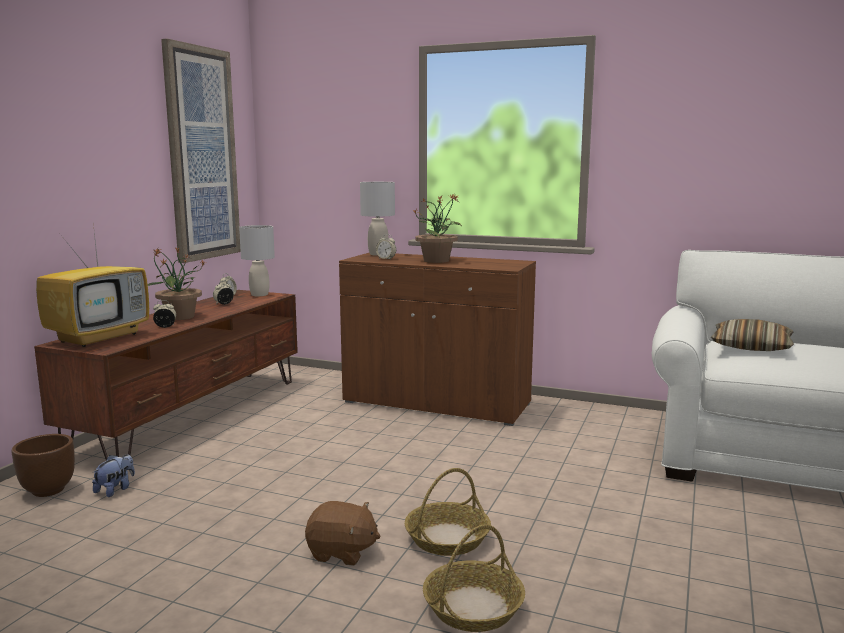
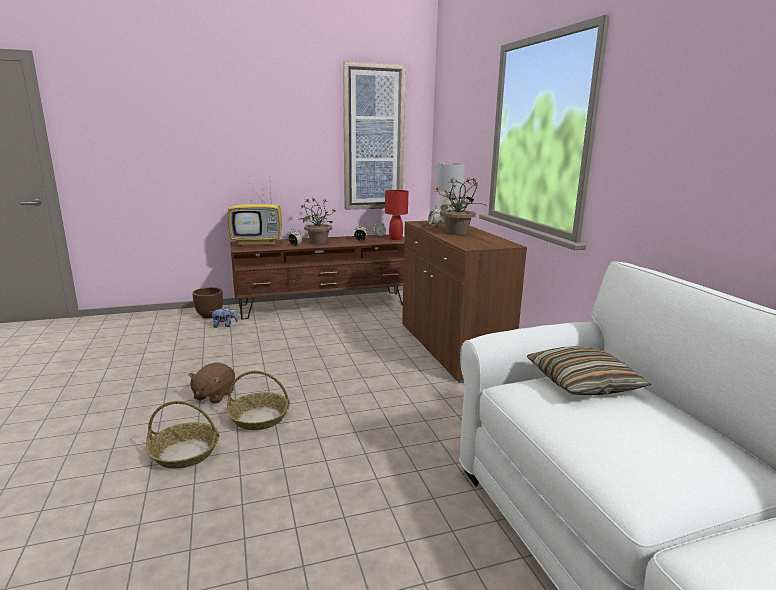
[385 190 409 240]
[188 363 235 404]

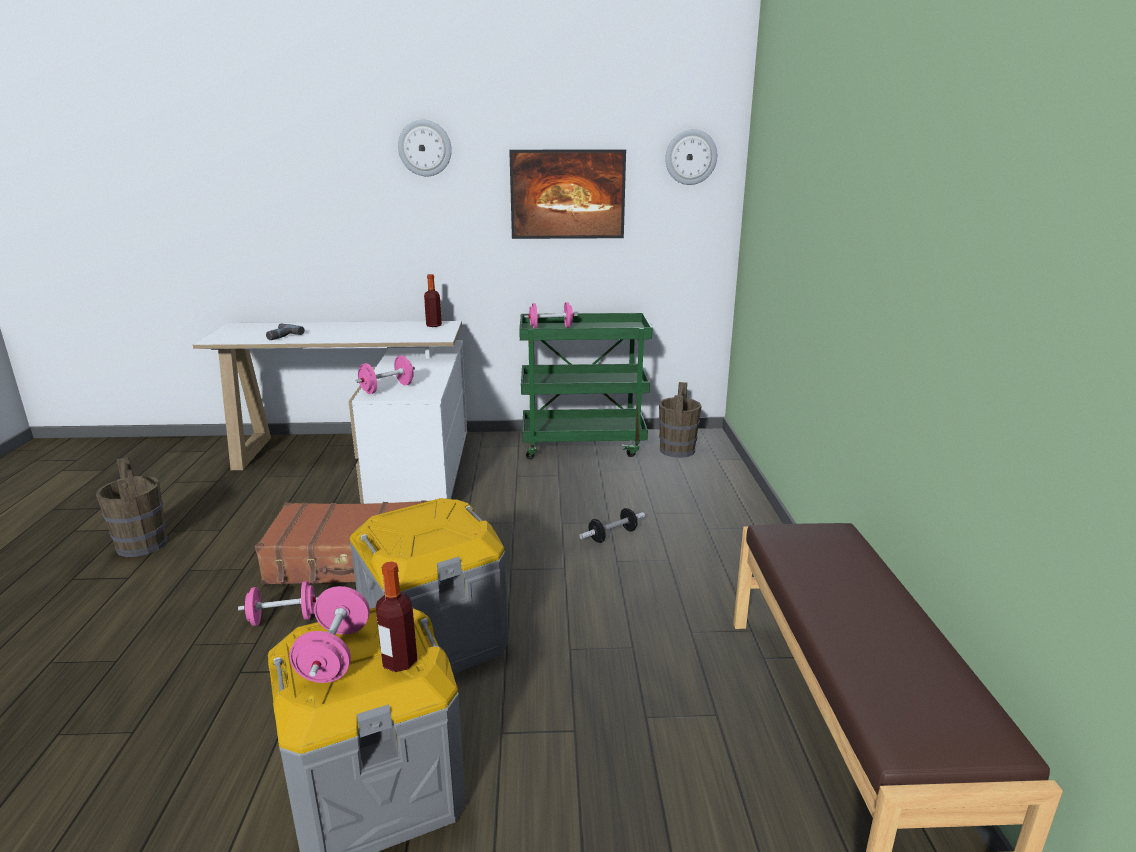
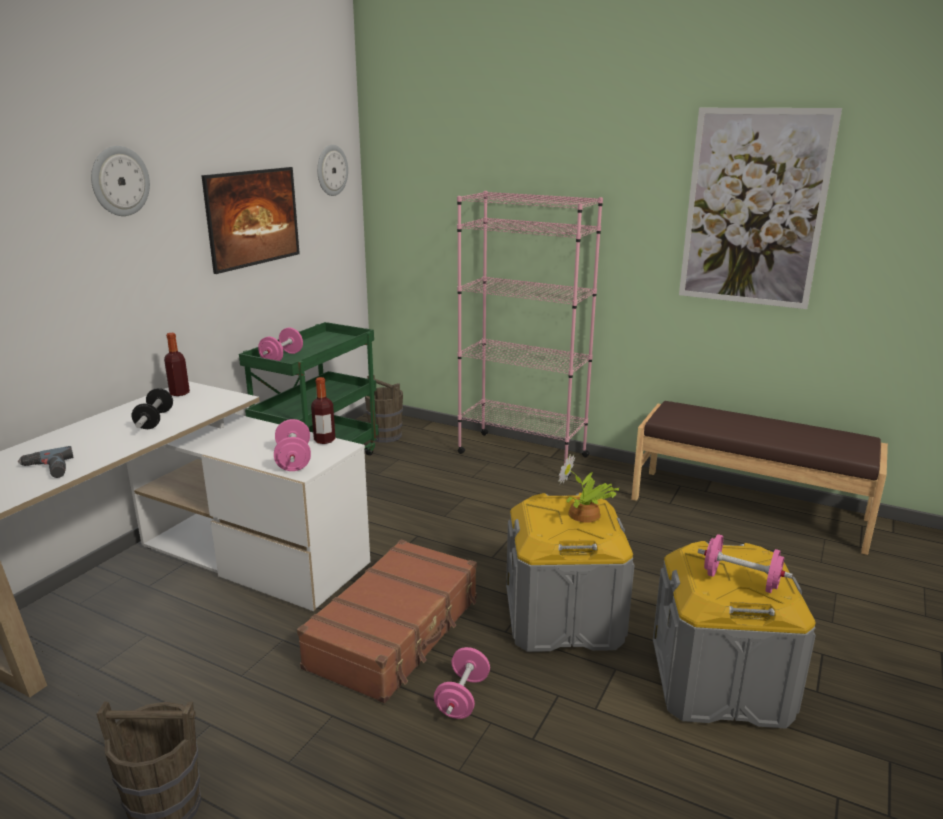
[132 388 173 429]
[311 377 335 444]
[679 108 842 309]
[457 191 603 478]
[558 454 620 523]

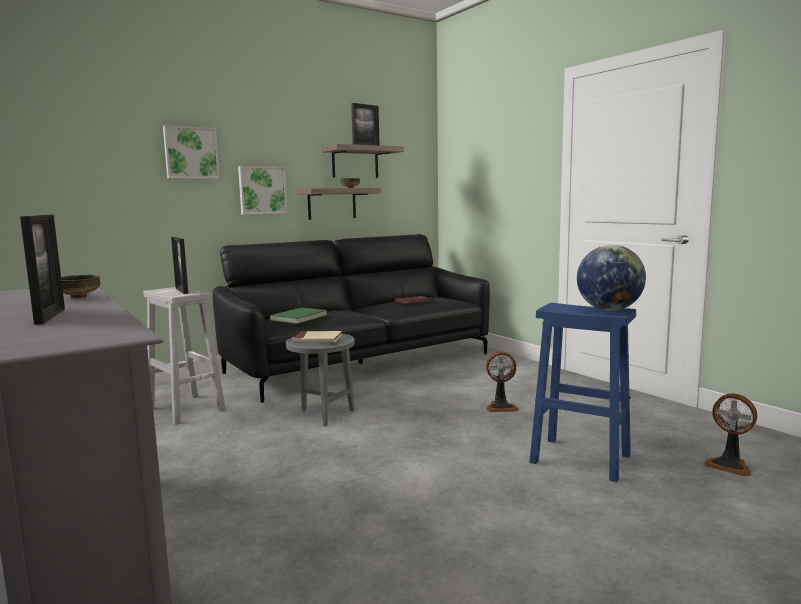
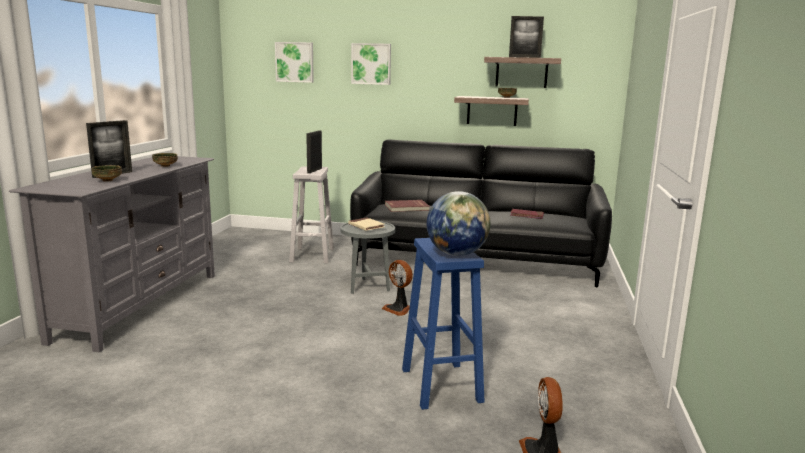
[275 42 314 83]
[385 200 429 212]
[382 260 413 316]
[91 165 122 181]

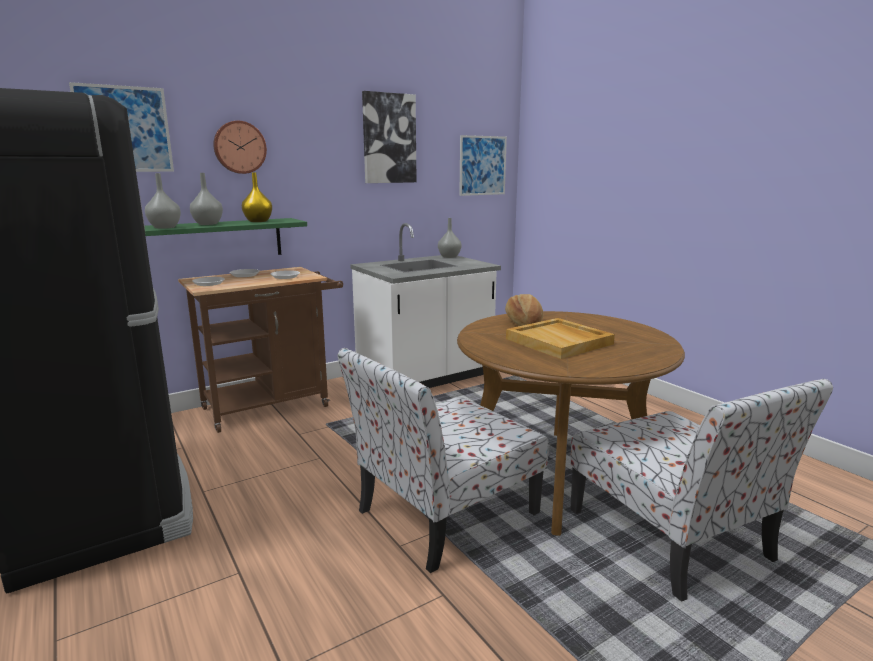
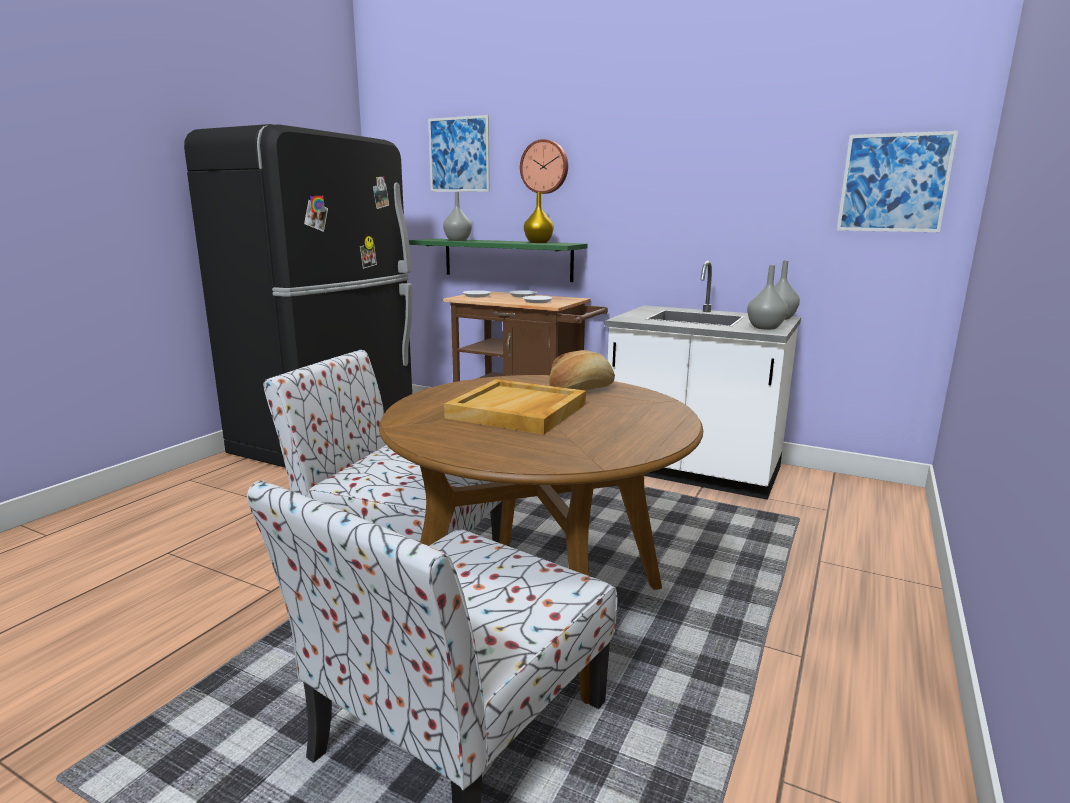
[362 91 417 183] (first image)
[747 265 788 330]

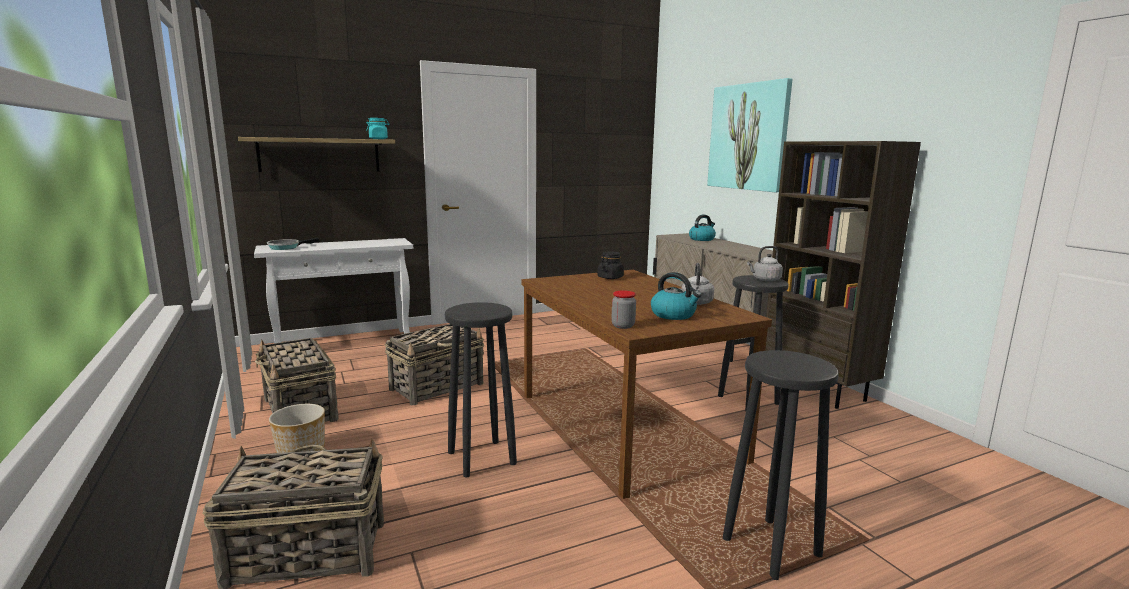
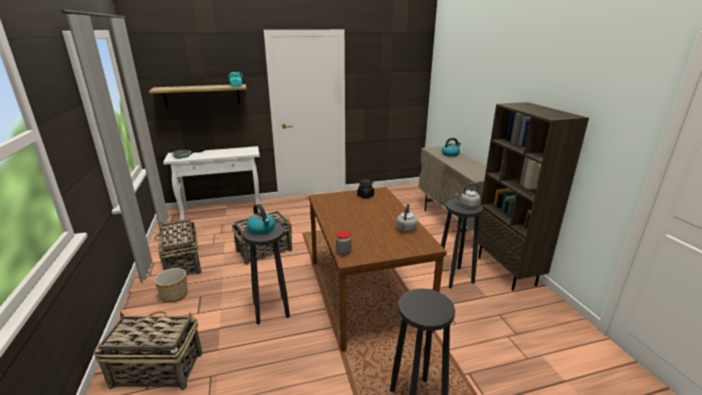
[707 78 792 192] (first image)
[247 204 275 234]

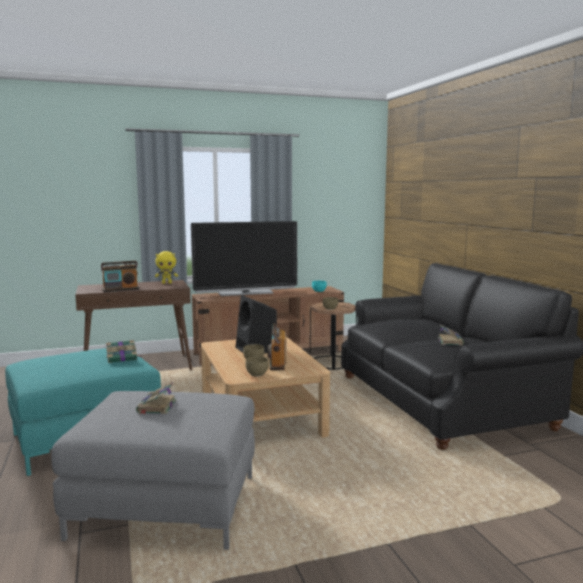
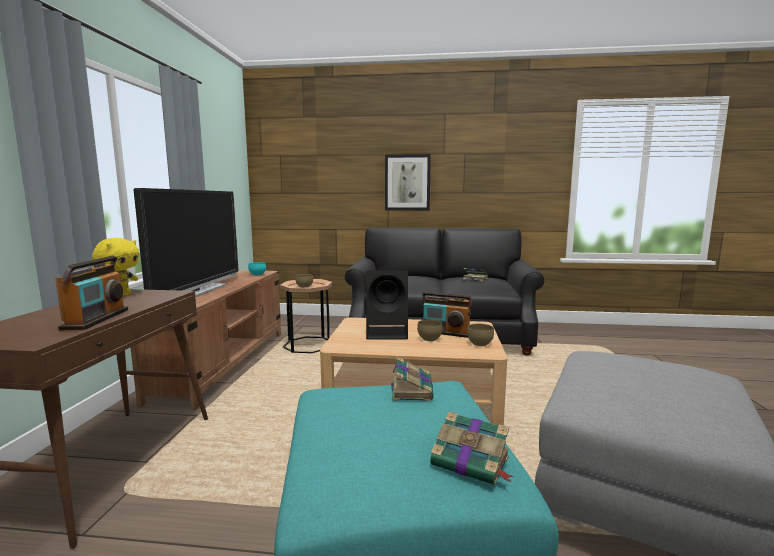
[430 412 514 485]
[385 154 431 211]

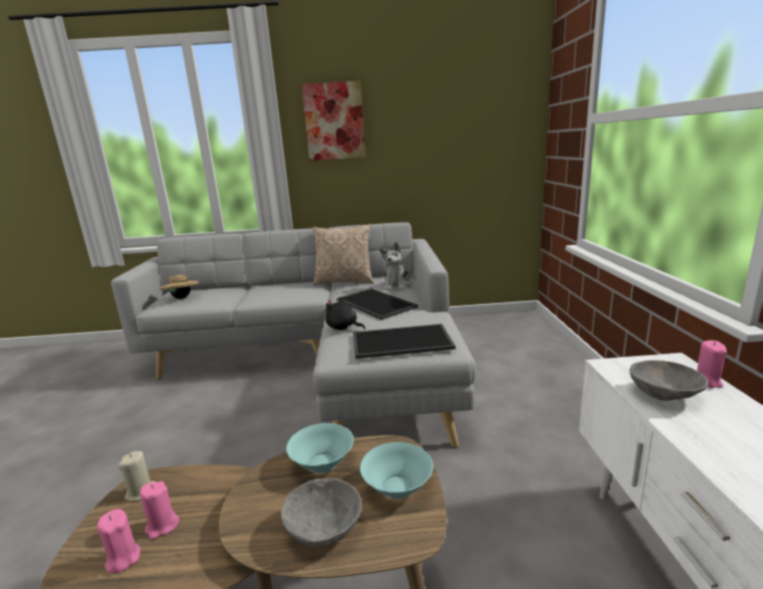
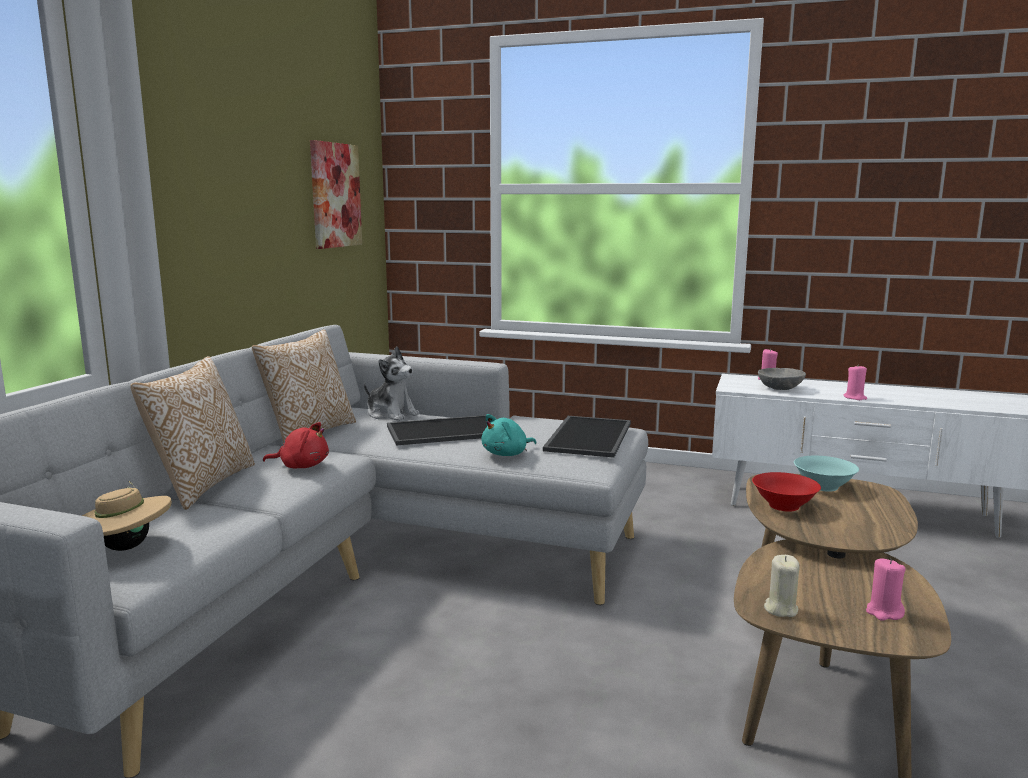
[310 140 362 249]
[481 414 536 456]
[752 472 821 512]
[281 478 362 547] (first image)
[844 364 867 400]
[130 356 255 510]
[263 422 329 468]

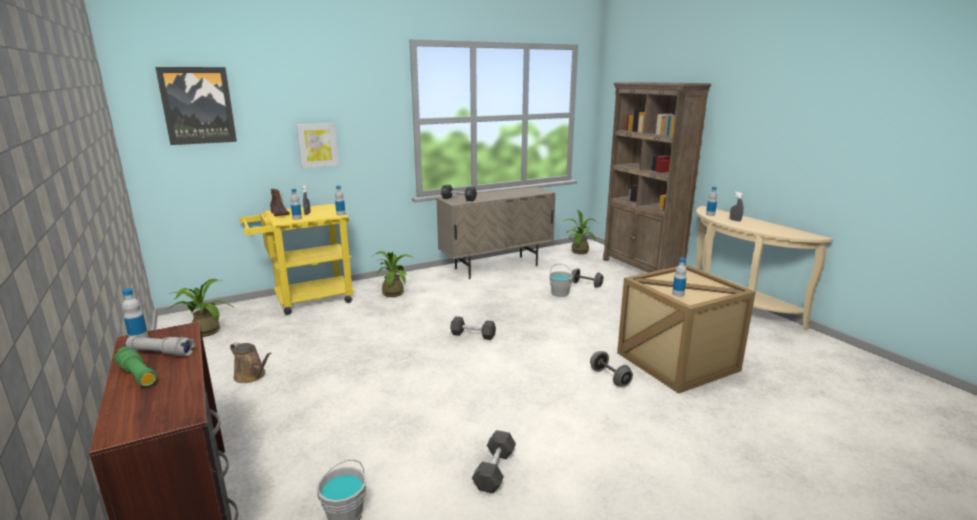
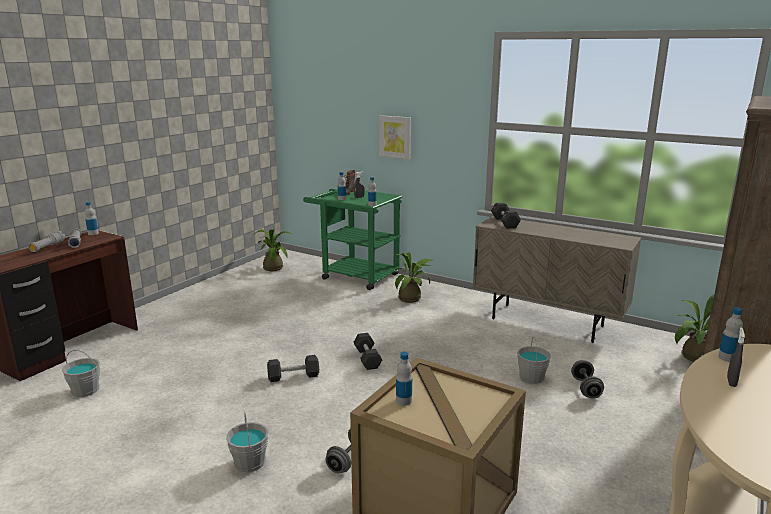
[155 67 237 145] (first image)
[303 189 402 290]
[230 342 272 383] (first image)
[29 231 65 252]
[267 355 319 382]
[226 412 269 472]

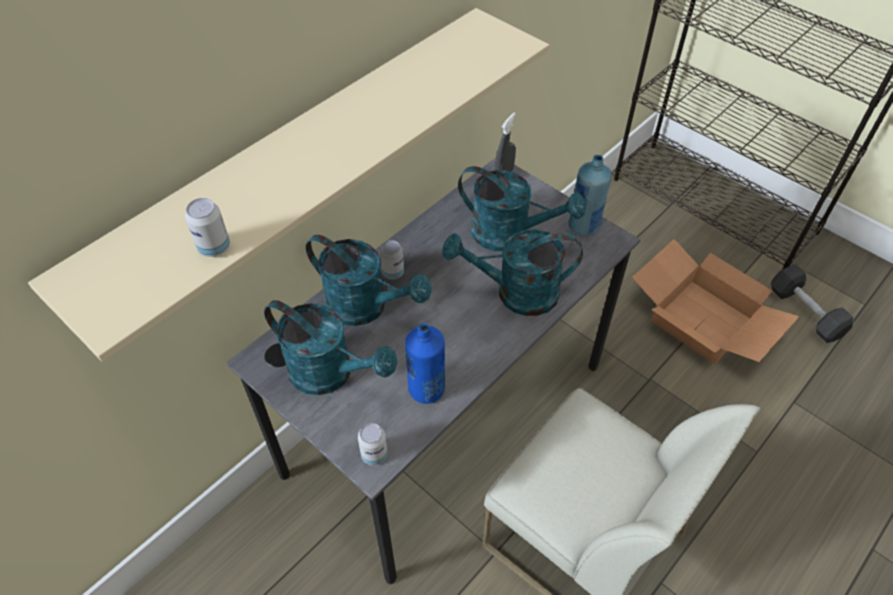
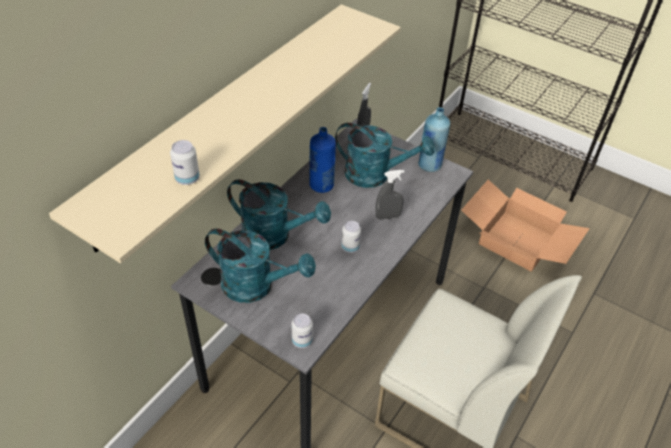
[376 170 404 220]
[341 221 361 253]
[771 264 853 343] (first image)
[309 127 336 193]

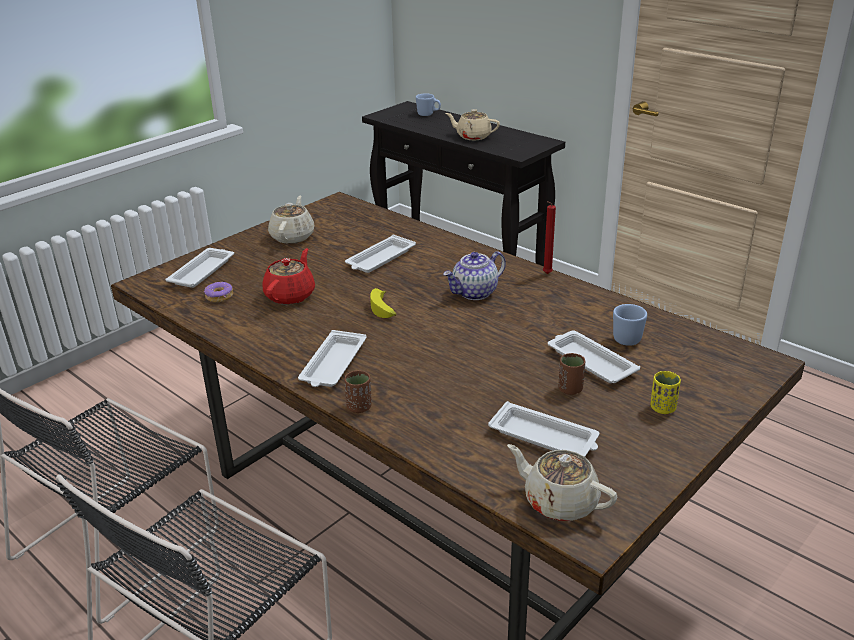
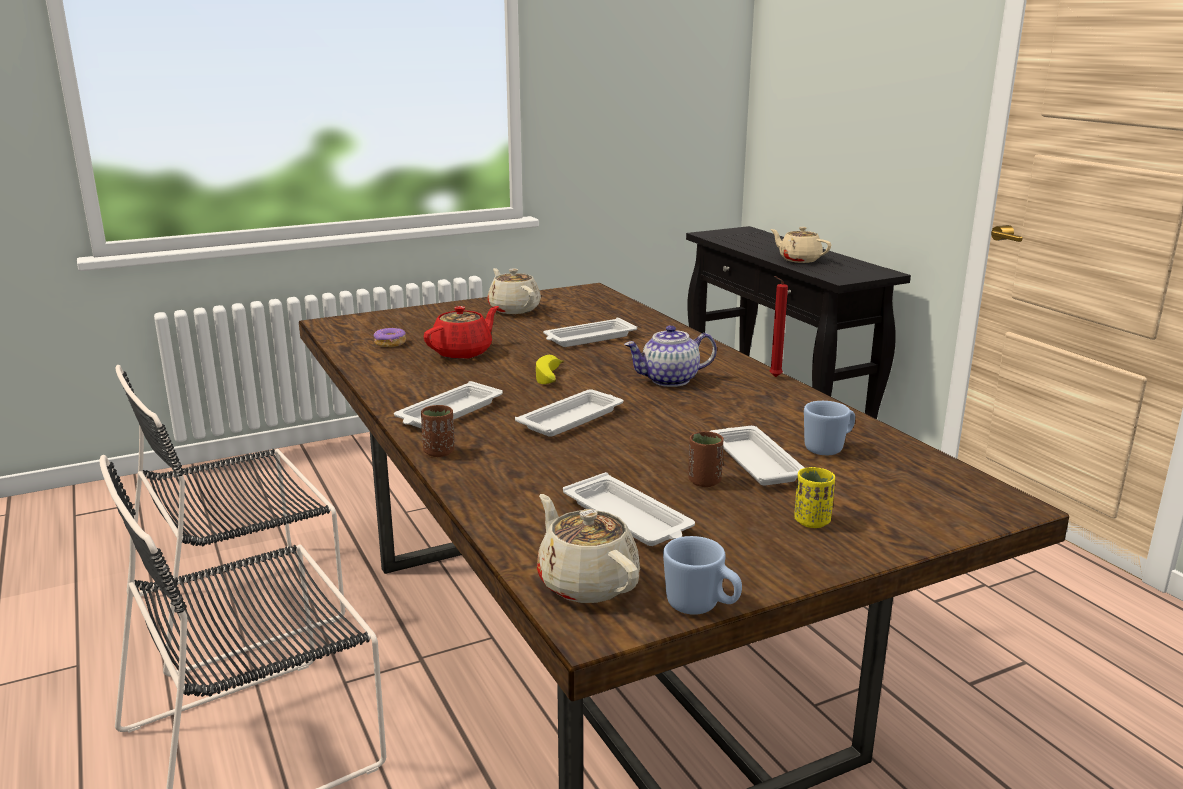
[663 536 742 615]
[487 268 541 314]
[515 389 623 437]

